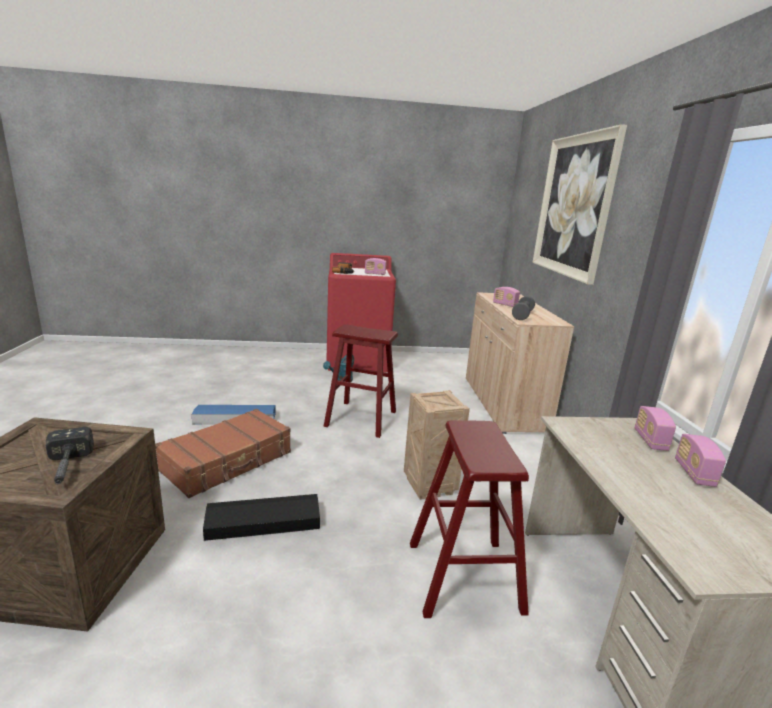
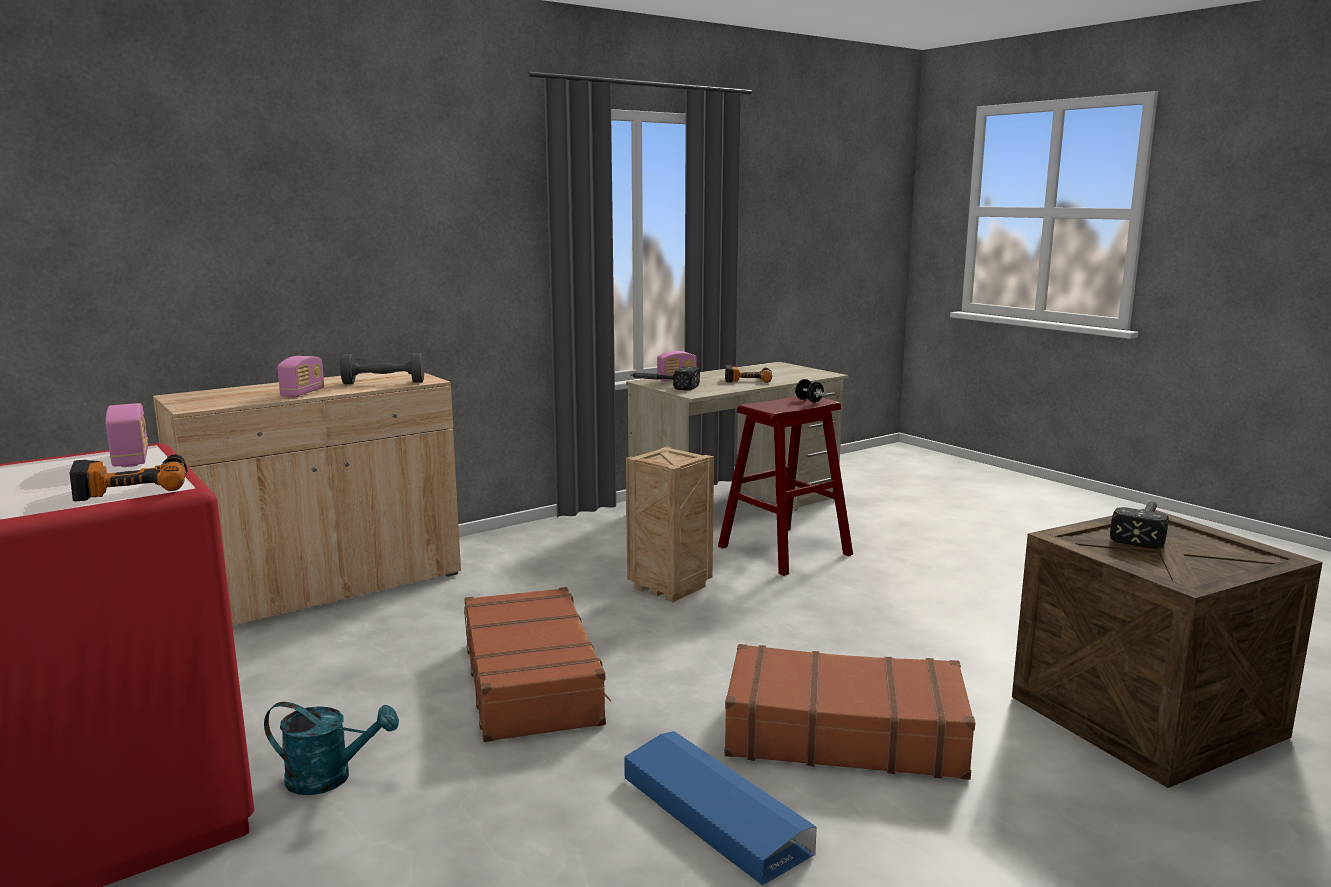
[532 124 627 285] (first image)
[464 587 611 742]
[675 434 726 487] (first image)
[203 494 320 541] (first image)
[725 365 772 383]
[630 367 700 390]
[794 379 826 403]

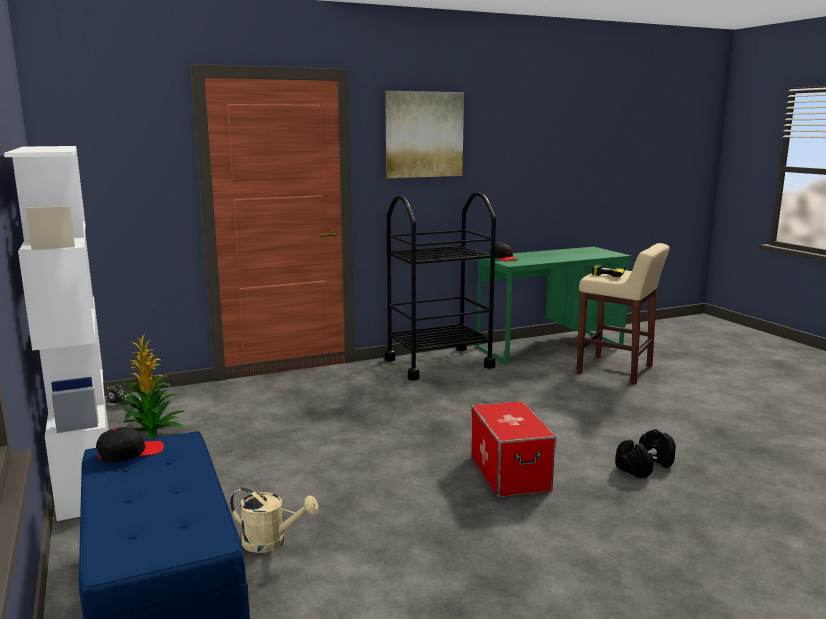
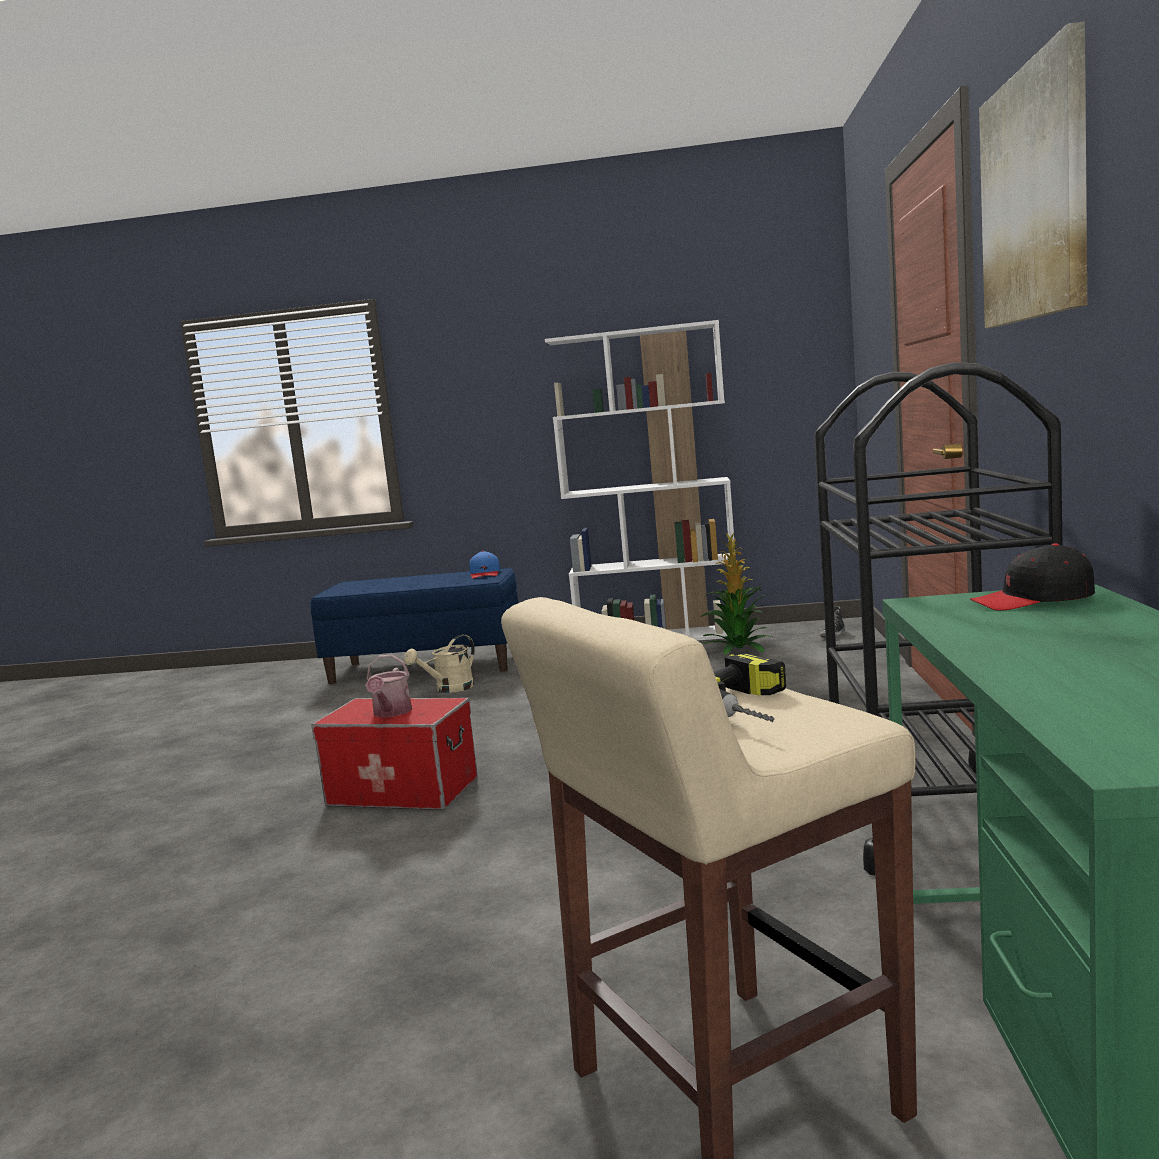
[469 551 500 579]
[615 429 676 479] (first image)
[365 655 412 717]

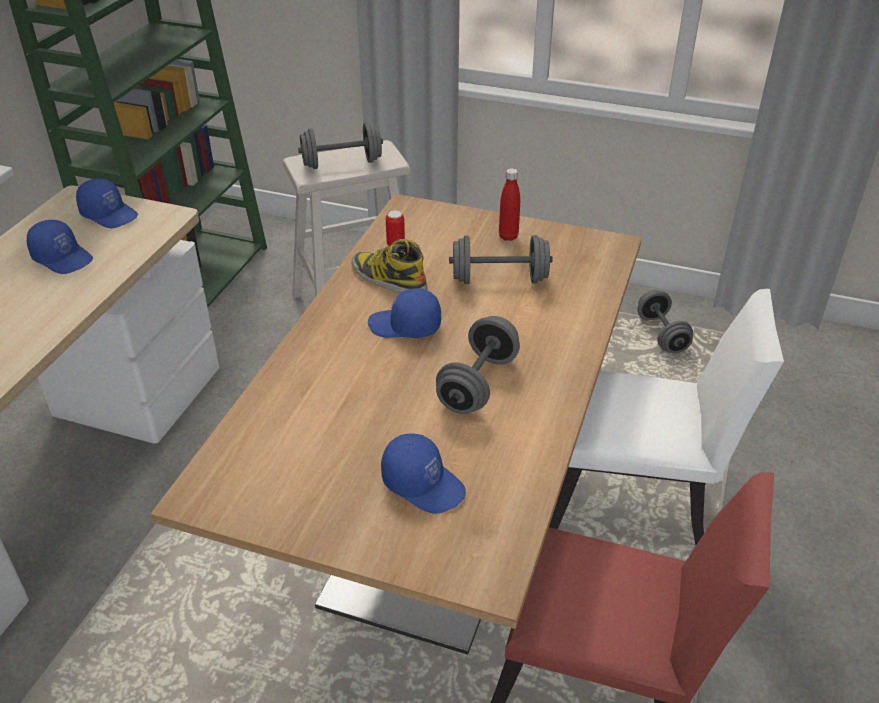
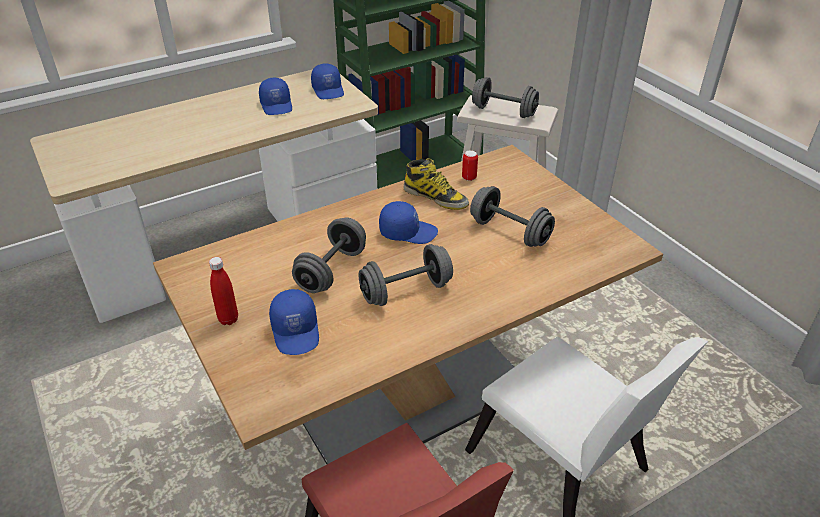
[209 257 238 325]
[403 158 469 210]
[379 201 438 244]
[292 218 366 293]

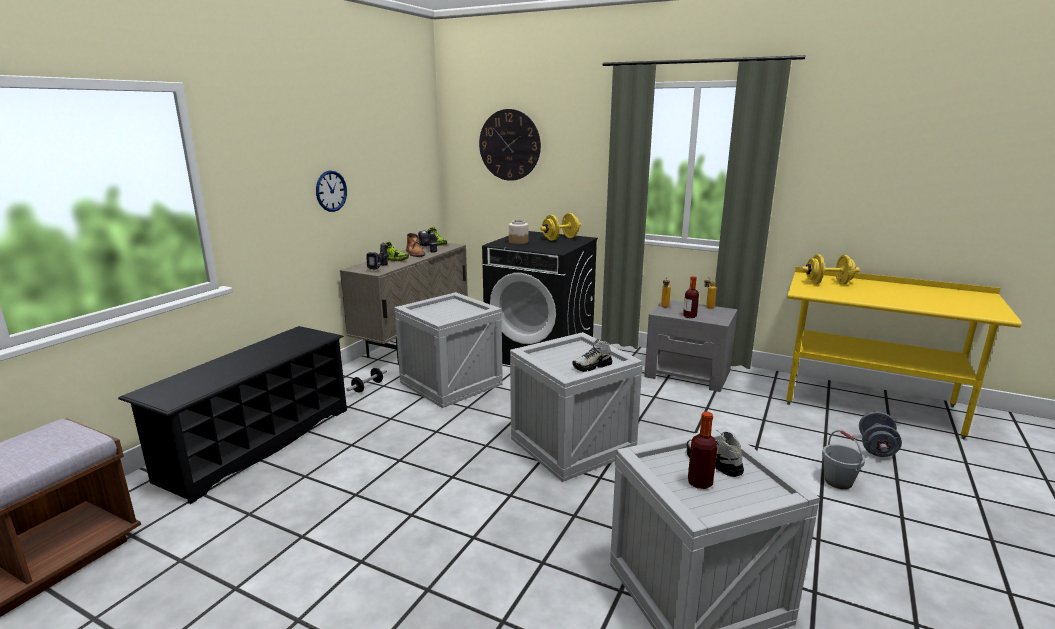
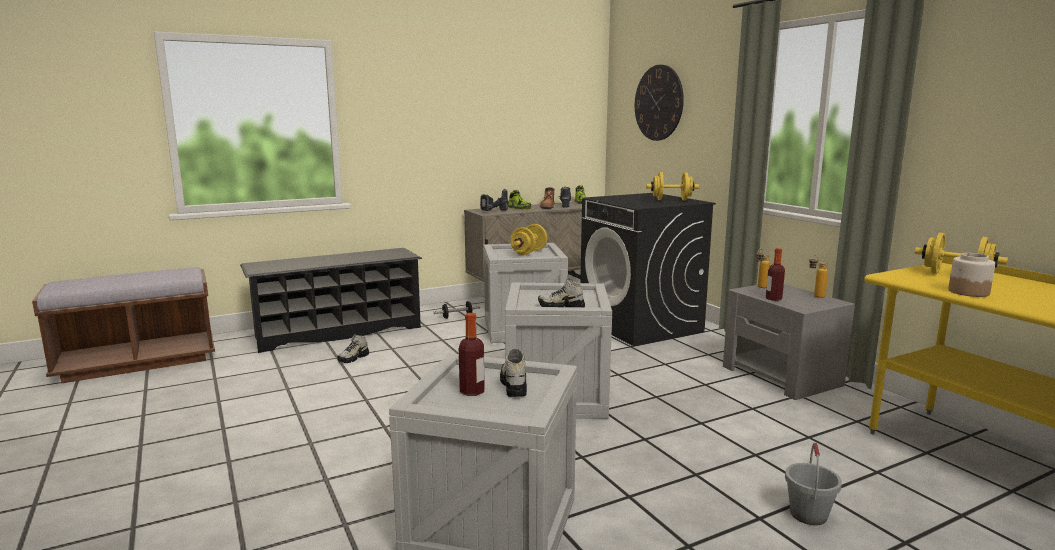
[316 170 347 212] (first image)
[948 253 995 297]
[859 412 902 457] (first image)
[510 224 547 255]
[337 334 369 363]

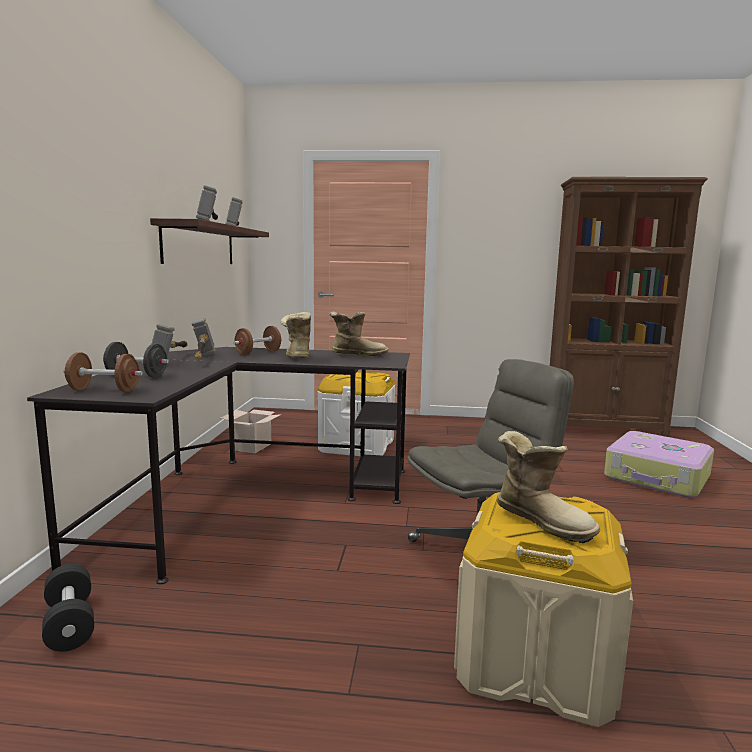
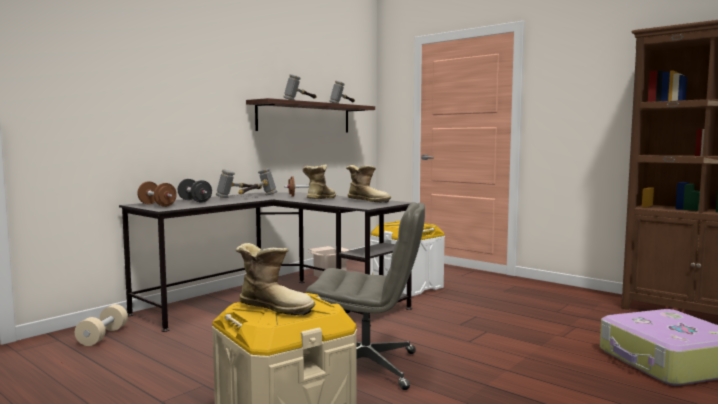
[236 243 315 315]
[75 304 128 346]

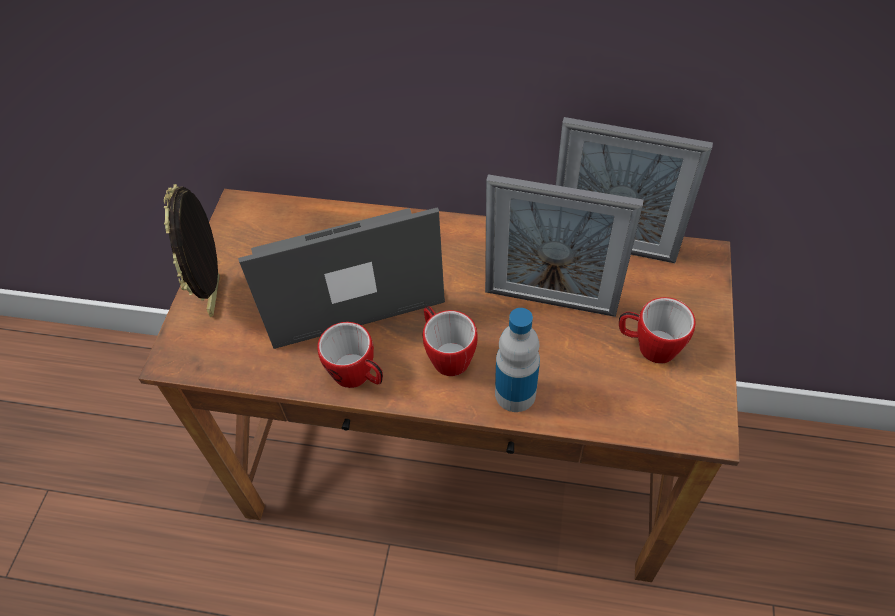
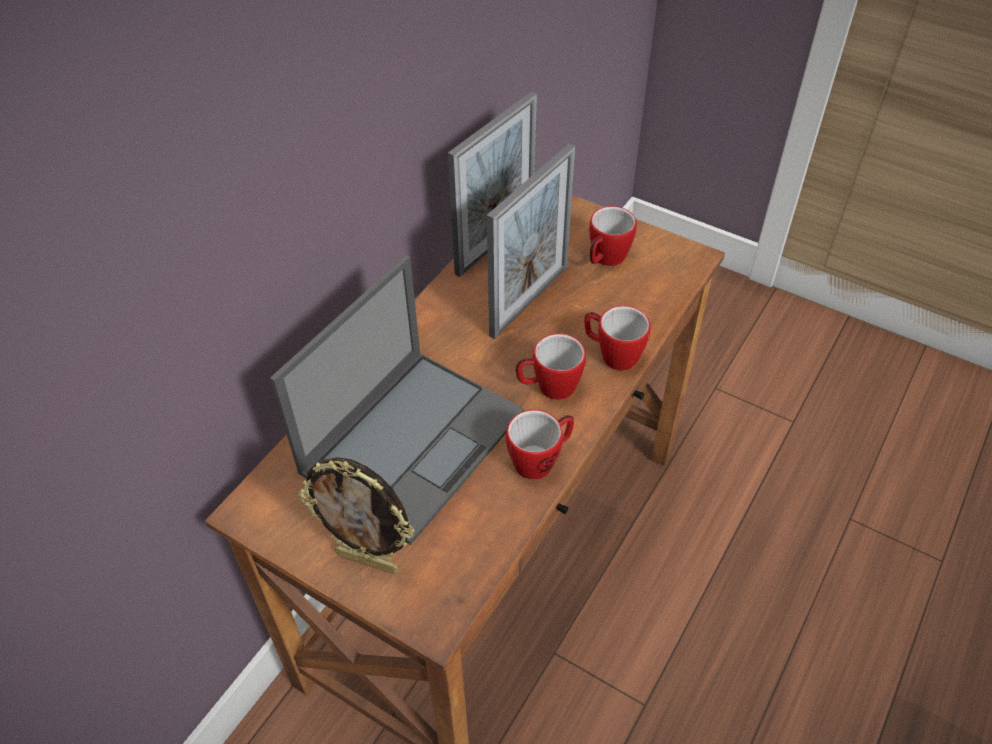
[270 255 524 545]
[584 306 651 371]

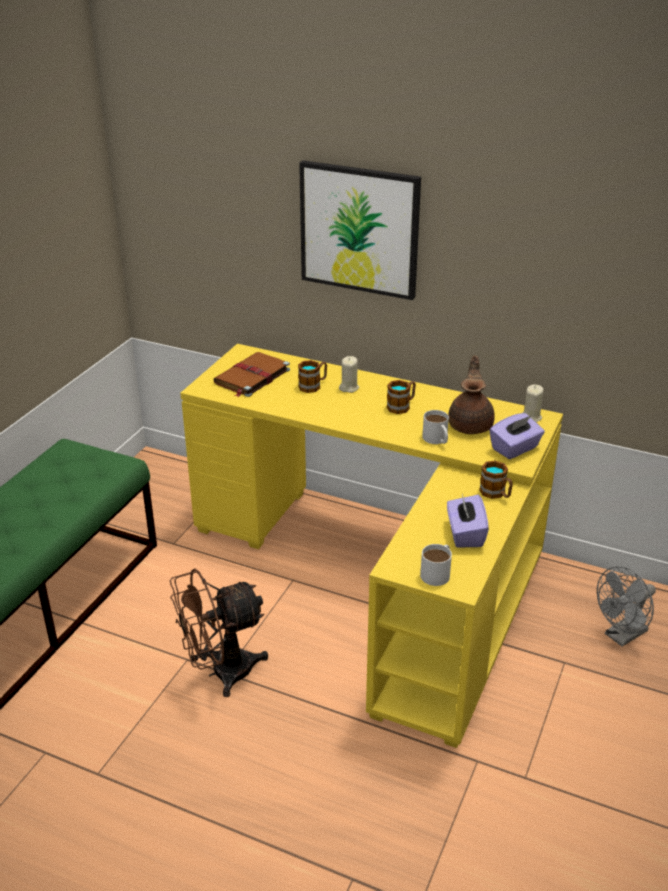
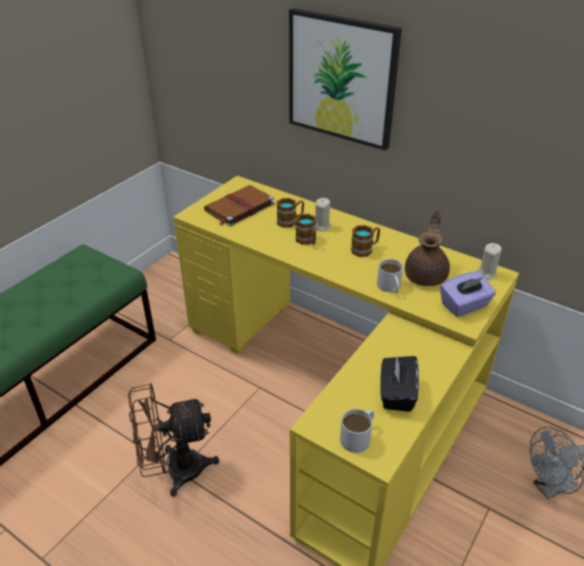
[296 214 316 245]
[380 355 419 412]

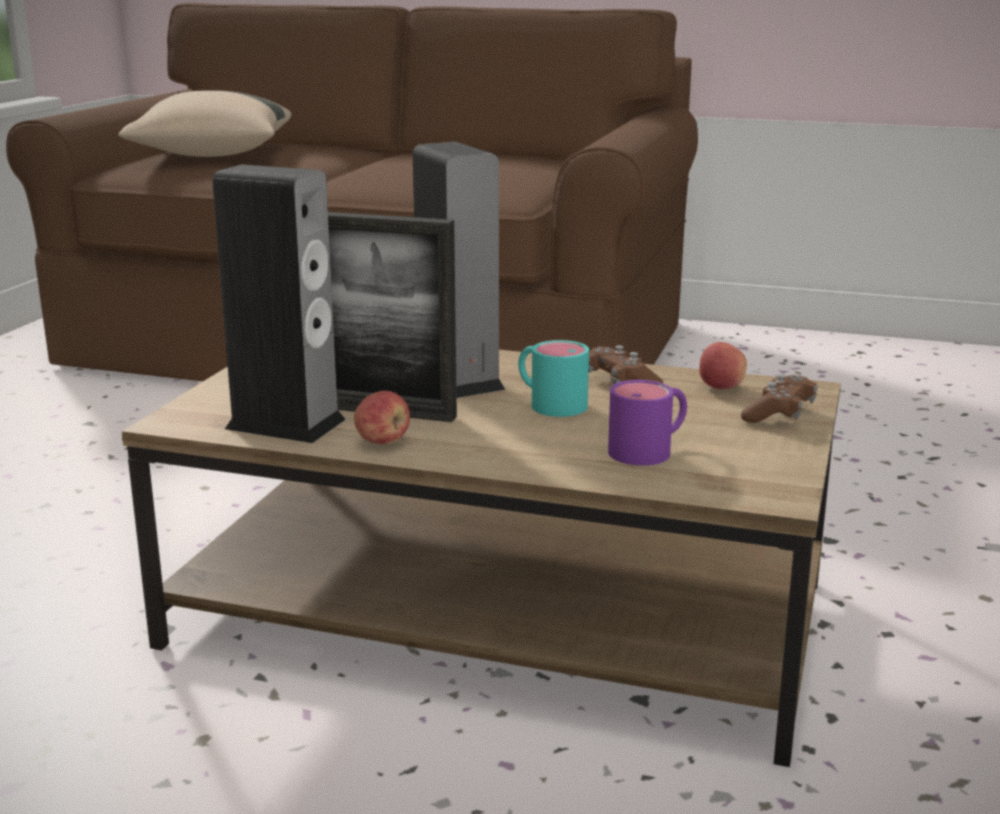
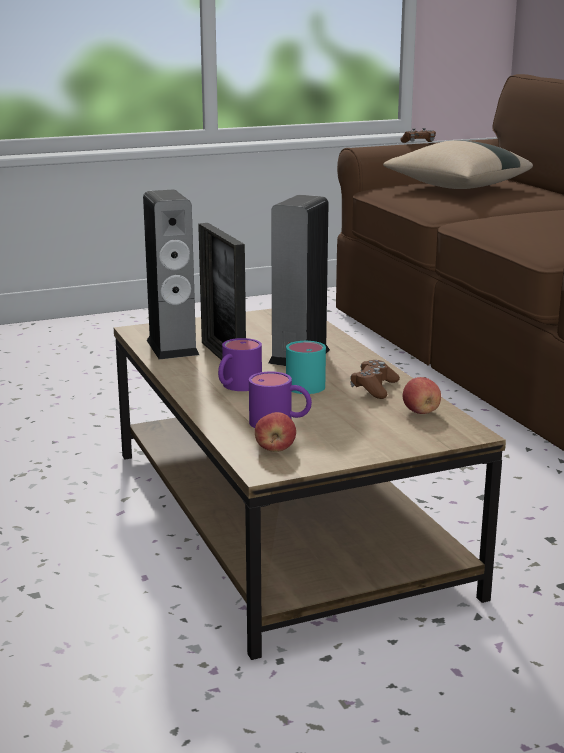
[400 128 436 143]
[255 412 296 452]
[218 338 262 391]

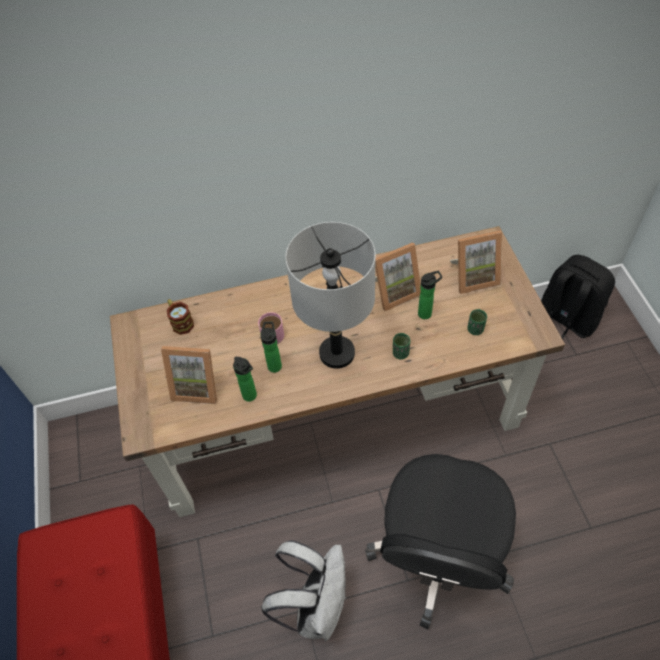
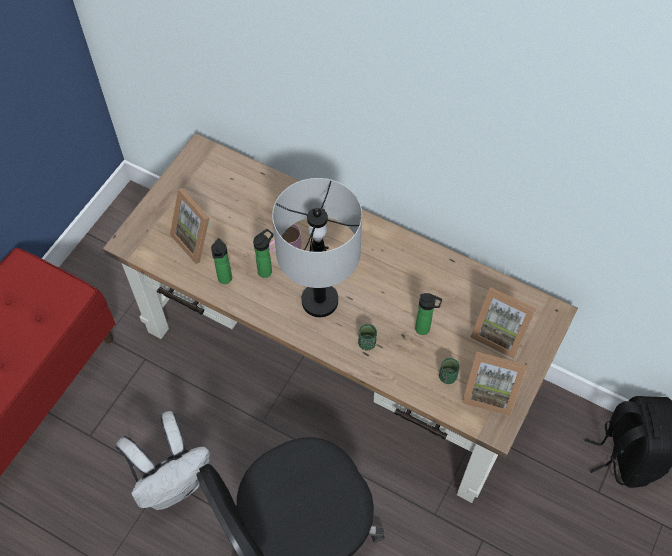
[462 351 527 416]
[167 299 194 335] (first image)

